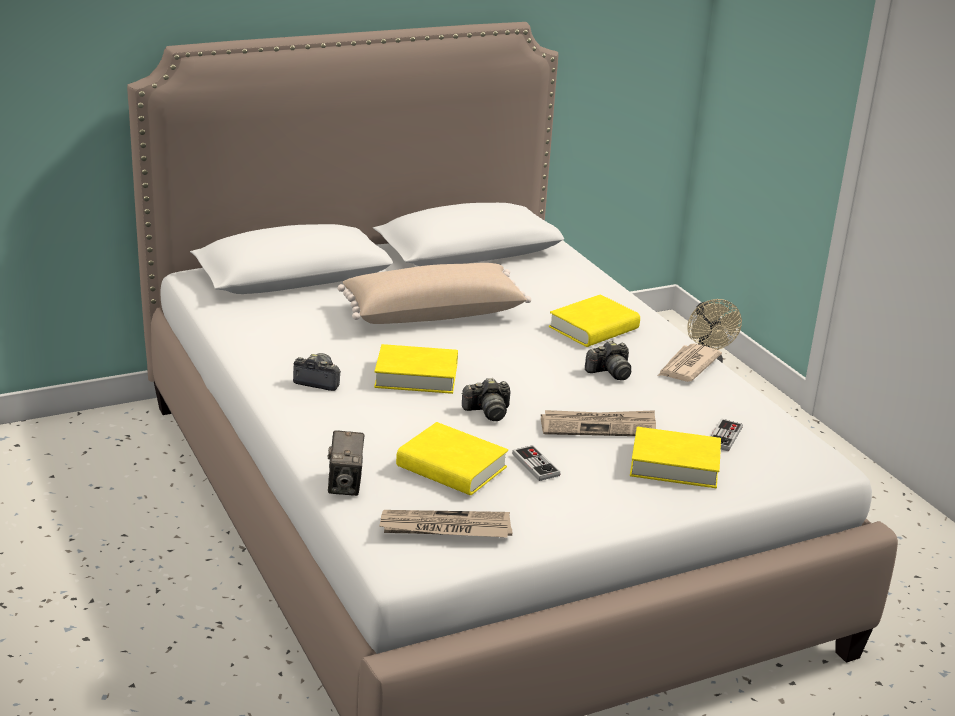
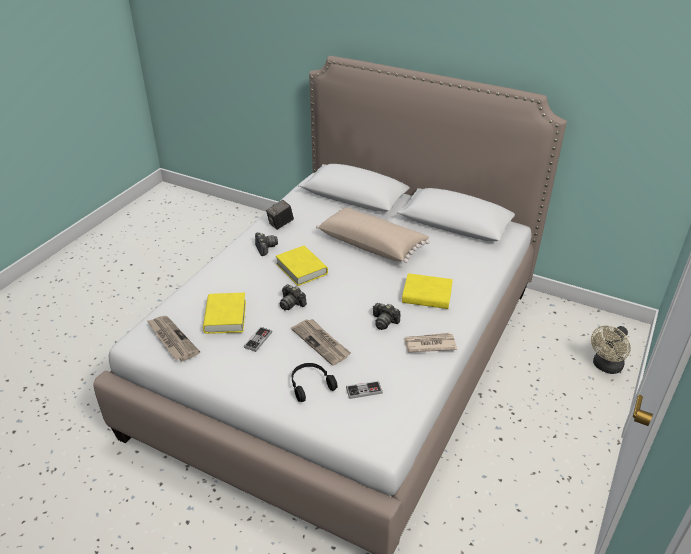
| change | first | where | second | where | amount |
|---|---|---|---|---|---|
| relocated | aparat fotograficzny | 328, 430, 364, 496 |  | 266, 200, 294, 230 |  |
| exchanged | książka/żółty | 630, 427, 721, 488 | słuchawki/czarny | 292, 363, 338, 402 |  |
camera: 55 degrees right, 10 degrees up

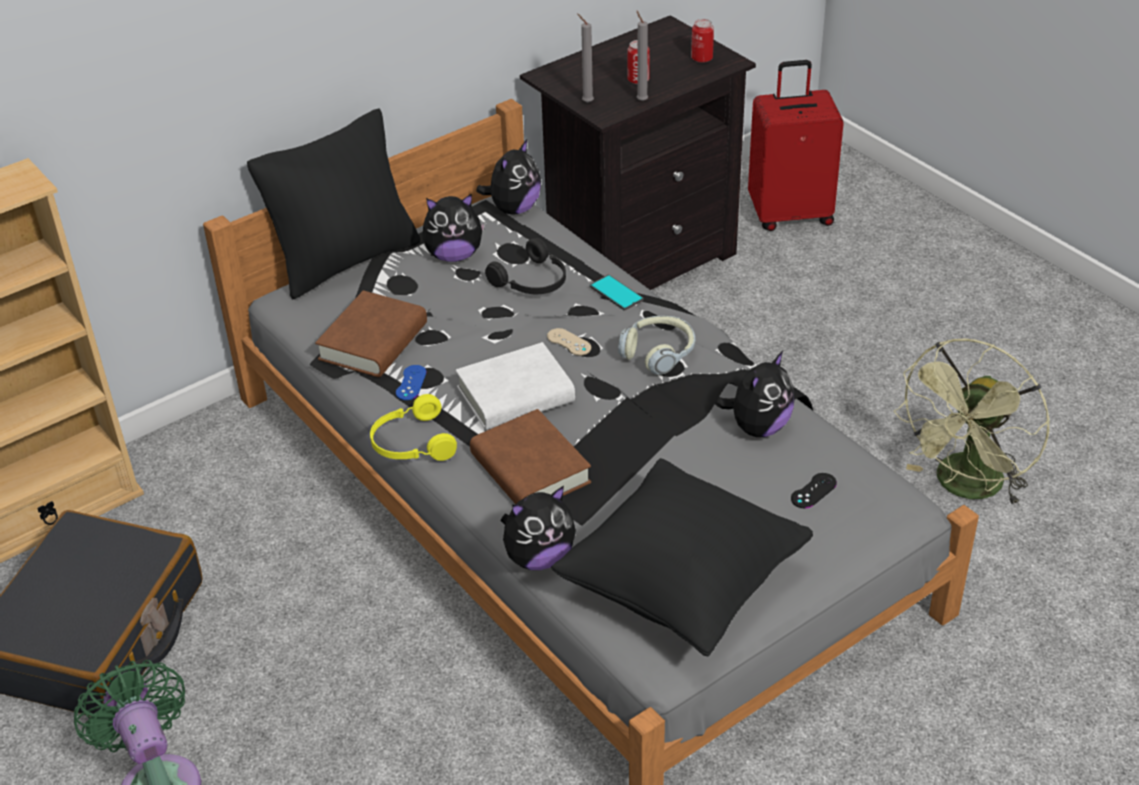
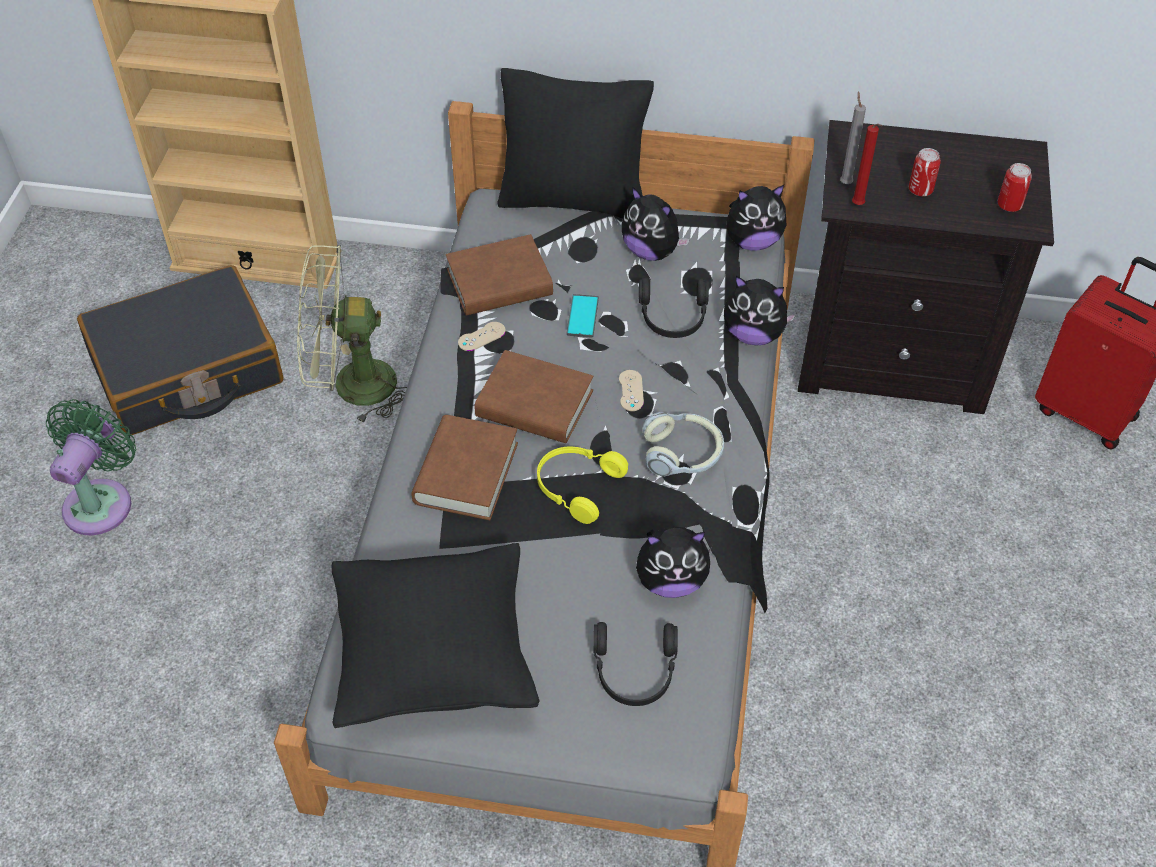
| change | first | where | second | where | amount |
|---|---|---|---|---|---|
| missing | świeca/szary | 636, 10, 648, 102 |  |  |  |
| appeared |  |  | świeca/czerwony | 852, 124, 882, 205 |  |
| relocated | słuchawki/żółty | 370, 394, 457, 461 |  | 537, 447, 628, 524 |  |
| relocated | pluszak | 501, 486, 576, 570 |  | 724, 276, 796, 346 |  |
| relocated | telefon | 590, 274, 643, 311 |  | 567, 294, 599, 338 |  |
| relocated | wentylator/zielony | 894, 339, 1050, 506 |  | 297, 245, 407, 424 |  |
| exchanged | pad do gier/czarny | 791, 473, 837, 508 | słuchawki/czarny | 594, 622, 678, 706 |  |
| colour | pad do gier/niebieski | 396, 365, 427, 400 | pad do gier/beżowy | 458, 322, 506, 351 |  |
| colour | książka/biały | 456, 342, 575, 430 | książka/brązowy | 475, 350, 593, 443 |  |
camera: 45 degrees right, 10 degrees up

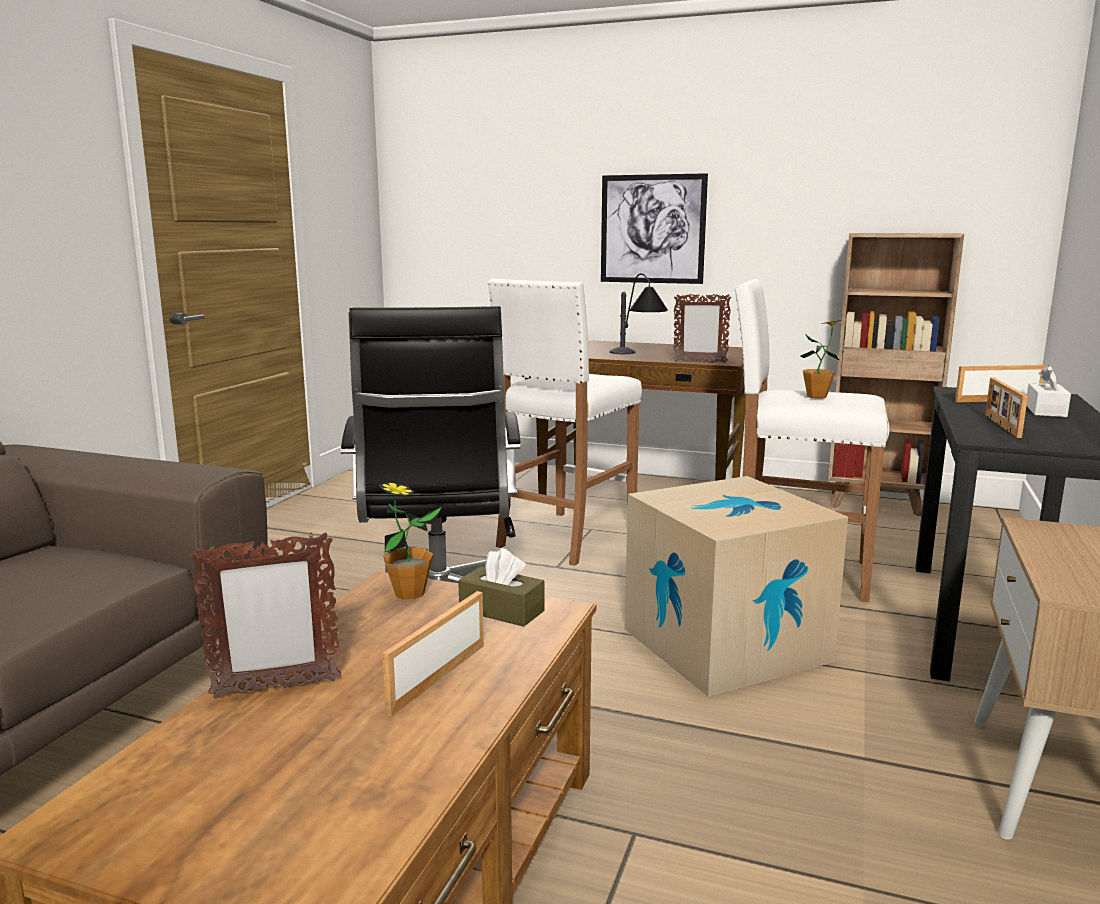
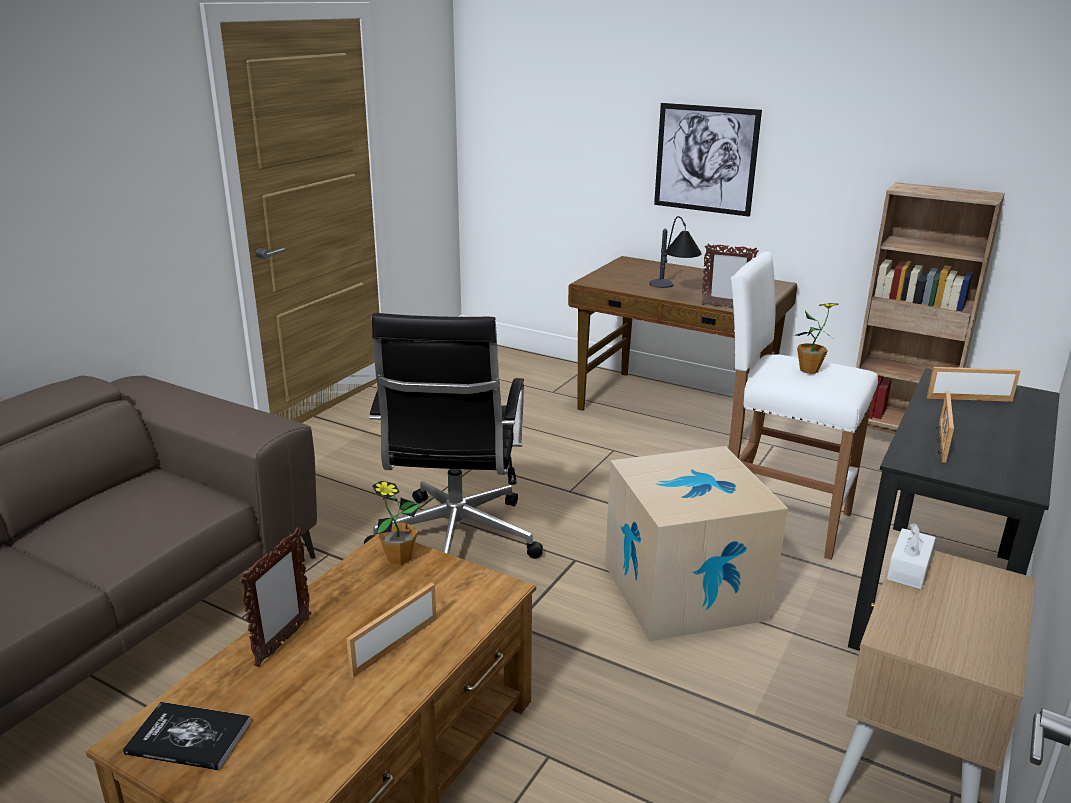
| change | first | where | second | where | amount |
|---|---|---|---|---|---|
| missing | pudełko chusteczek/brązowy | 458, 548, 545, 627 |  |  |  |
| missing | stołek/biały | 488, 278, 642, 566 |  |  |  |
| appeared |  |  | książka | 123, 702, 251, 771 |  |
| relocated | pudełko chusteczek/biały | 1026, 365, 1071, 417 |  | 887, 523, 935, 589 |  |
| spun | ramka na zdjęcie | 189, 533, 341, 698 |  | 239, 527, 311, 667 | 60 degrees counterclockwise |
camera: 10 degrees right, 10 degrees up

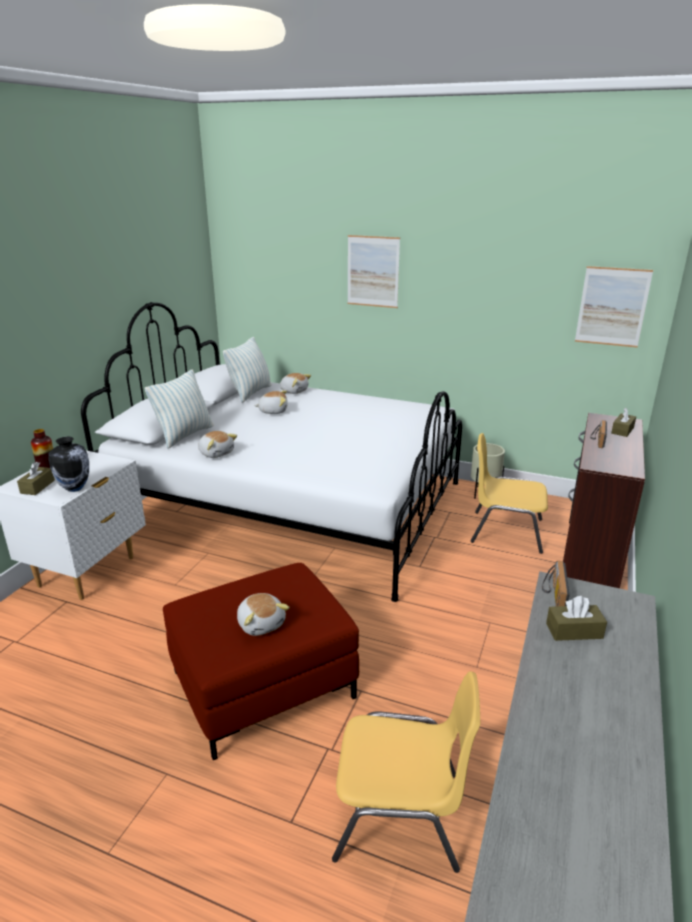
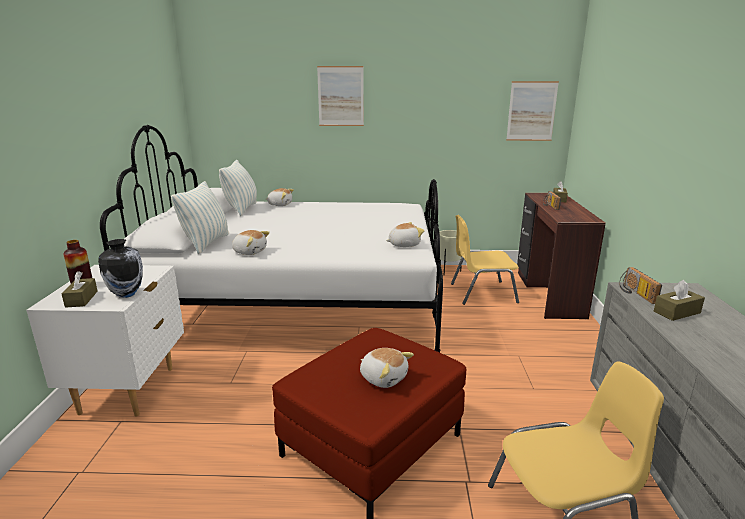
| change | first | where | second | where | amount |
|---|---|---|---|---|---|
| relocated | pluszak | 254, 390, 288, 414 |  | 386, 222, 424, 247 |  |
camera: 20 degrees left, 5 degrees down

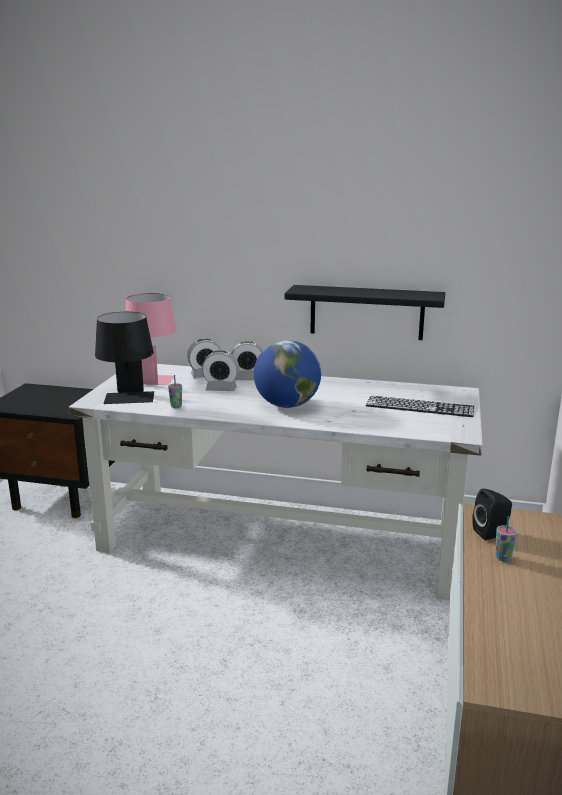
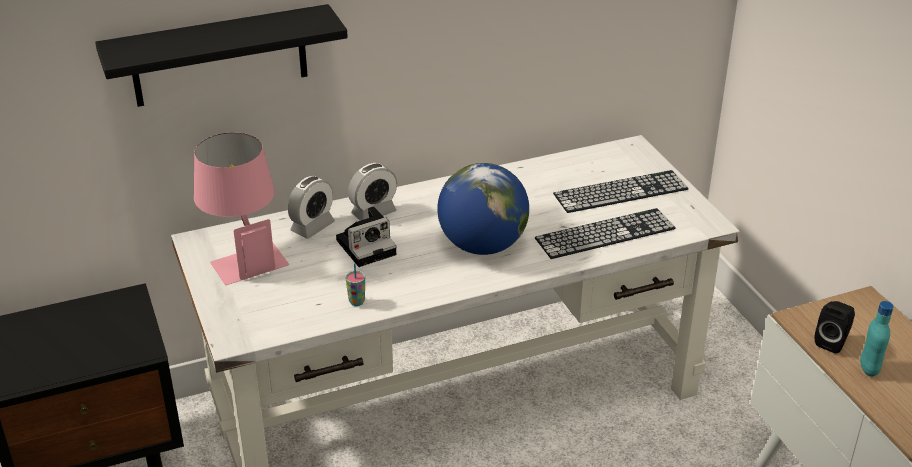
| change | first | where | second | where | amount |
|---|---|---|---|---|---|
| missing | lampa stołowa/czarny | 95, 312, 154, 404 |  |  |  |
| appeared |  |  | klawiatura | 535, 208, 676, 259 |  |
| relocated | półka/czarny | 284, 285, 445, 340 |  | 95, 4, 348, 107 |  |
| exchanged | budzik | 202, 350, 239, 391 | aparat fotograficzny | 336, 206, 396, 267 |  |
| exchanged | filiżanka | 495, 516, 517, 562 | butelka/turkusowy | 860, 301, 893, 377 |  |
camera: 35 degrees left, 15 degrees up

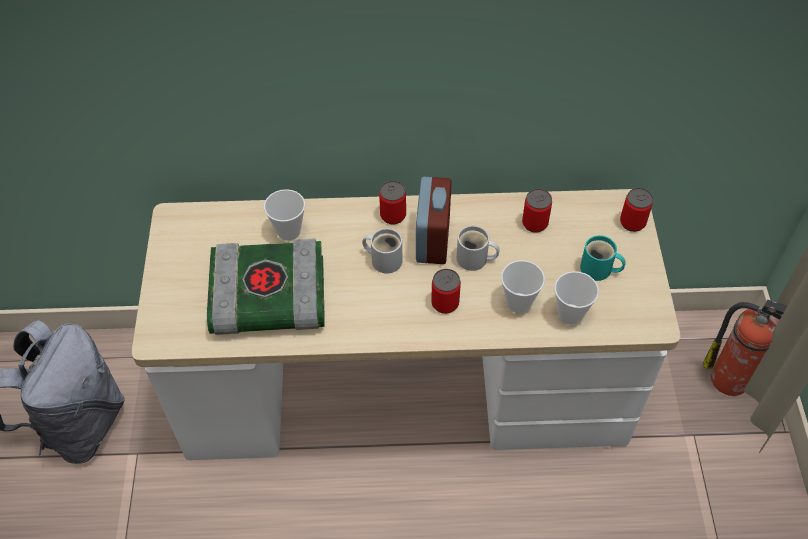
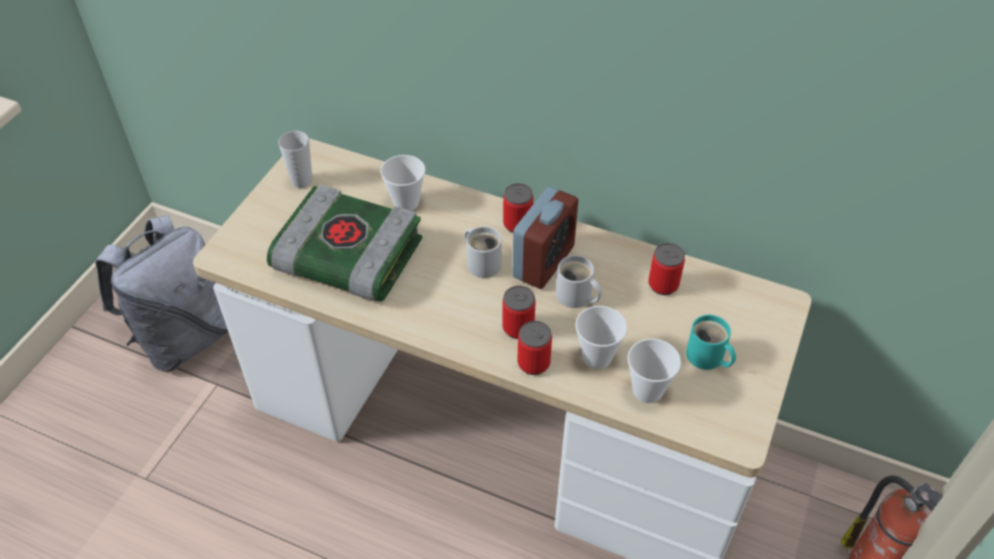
| change | first | where | second | where | amount |
|---|---|---|---|---|---|
| appeared |  |  | filiżanka | 278, 131, 312, 188 |  |
| relocated | puszka | 620, 188, 653, 232 |  | 517, 321, 552, 375 |  |
camera: 25 degrees right, 5 degrees down

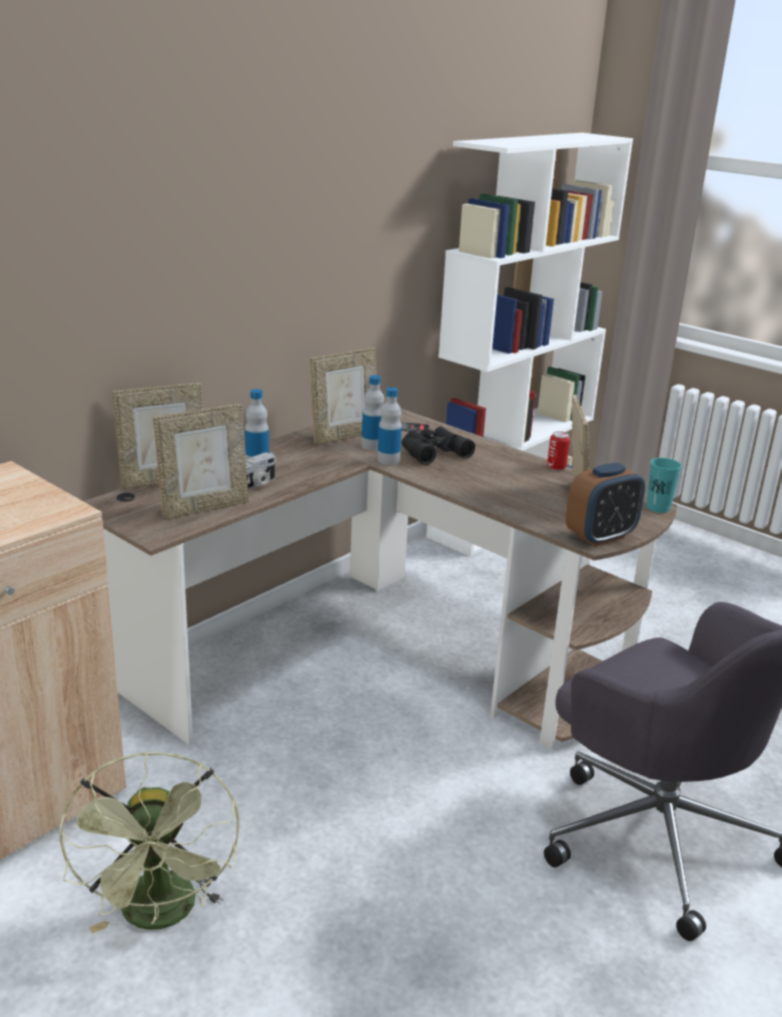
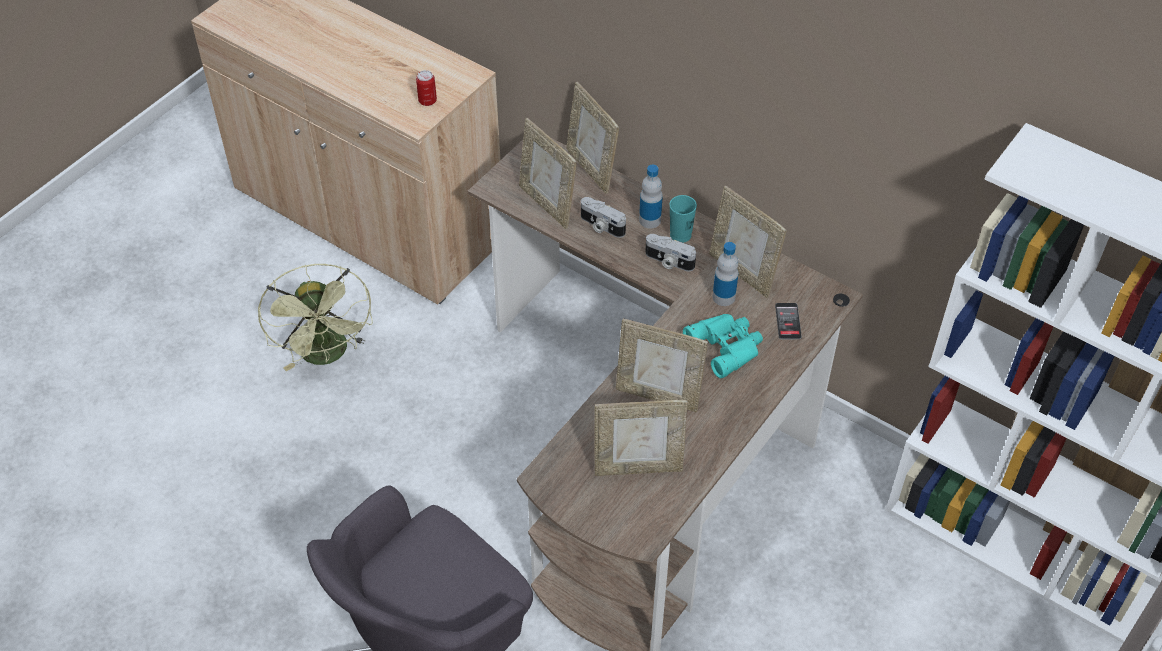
| change | first | where | second | where | amount |
|---|---|---|---|---|---|
| missing | butelka | 377, 387, 402, 465 |  |  |  |
| missing | budzik | 566, 463, 645, 546 |  |  |  |
| appeared |  |  | ramka na zdjęcie | 616, 318, 708, 412 |  |
| appeared |  |  | aparat fotograficzny | 645, 234, 696, 271 |  |
| relocated | puszka | 547, 431, 570, 470 |  | 416, 70, 437, 106 |  |
| relocated | filiżanka/turkusowy | 646, 458, 682, 513 |  | 670, 195, 697, 243 |  |
| colour | lornetka/czarny | 401, 427, 475, 465 | lornetka/turkusowy | 683, 314, 763, 378 |  |
| spun | wentylator/zielony | 59, 751, 240, 933 |  | 258, 264, 373, 371 | 90 degrees counterclockwise |
camera: 85 degrees right, 25 degrees up

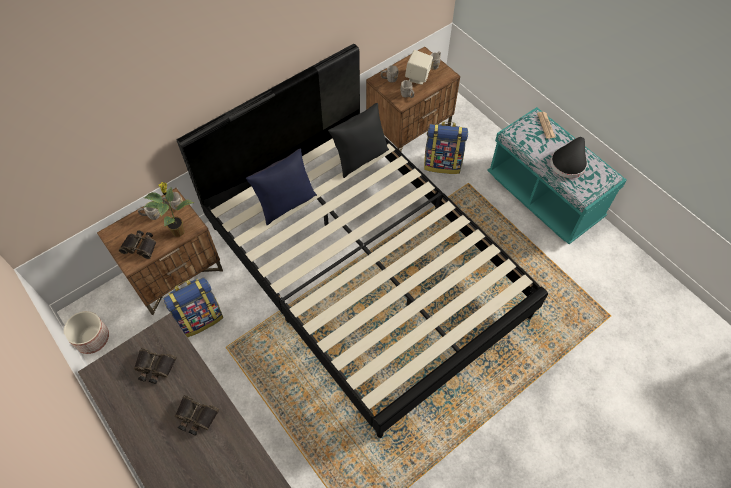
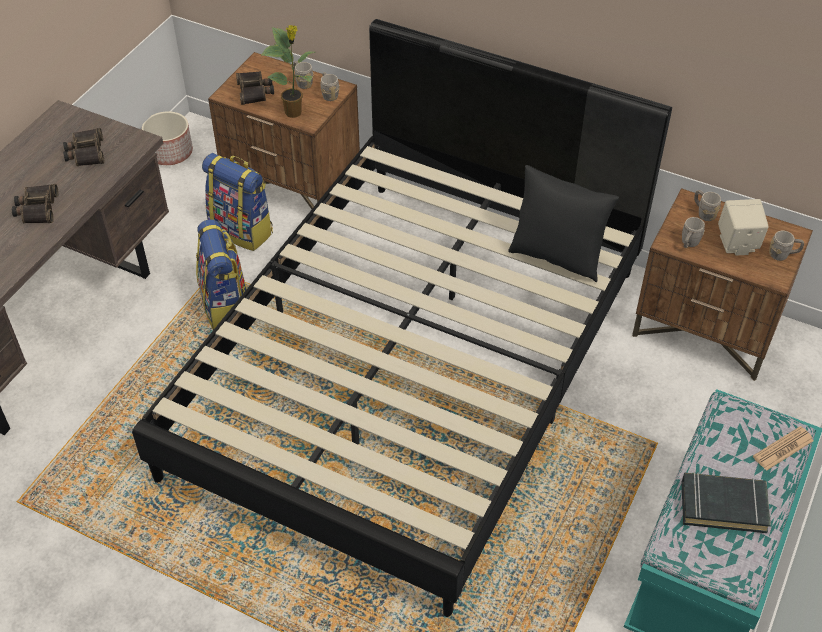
| change | first | where | second | where | amount |
|---|---|---|---|---|---|
| missing | poduszka/niebieski | 246, 148, 317, 225 |  |  |  |
| relocated | plecak | 424, 122, 468, 174 |  | 196, 219, 247, 330 |  |
| exchanged | kapelusz/czarny | 550, 137, 587, 178 | książka/czarny | 681, 472, 771, 533 |  |
camera: 65 degrees right, 10 degrees down

